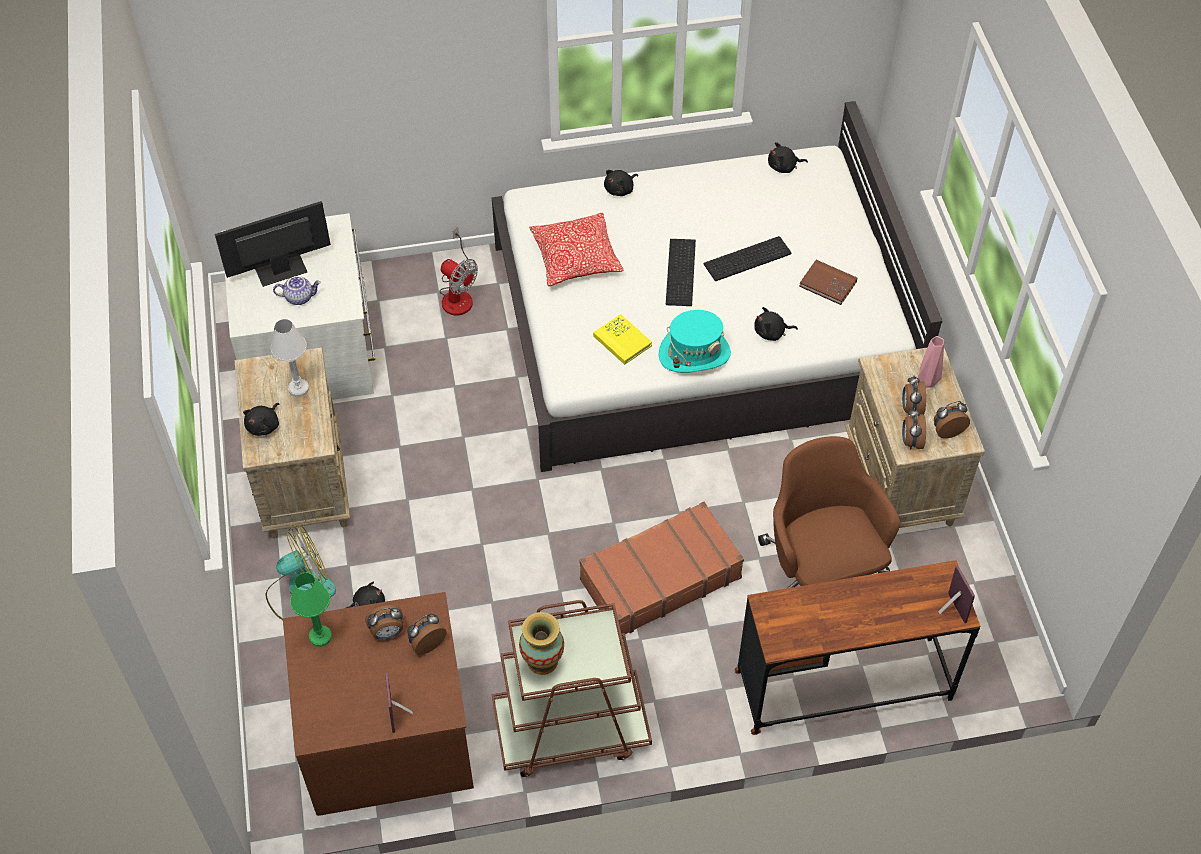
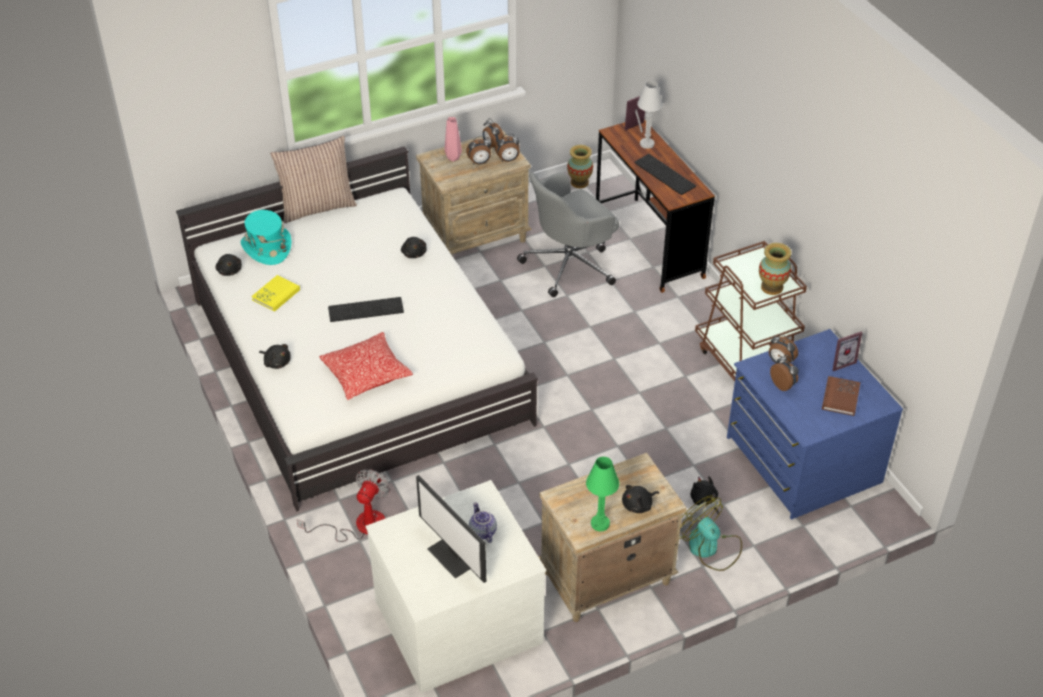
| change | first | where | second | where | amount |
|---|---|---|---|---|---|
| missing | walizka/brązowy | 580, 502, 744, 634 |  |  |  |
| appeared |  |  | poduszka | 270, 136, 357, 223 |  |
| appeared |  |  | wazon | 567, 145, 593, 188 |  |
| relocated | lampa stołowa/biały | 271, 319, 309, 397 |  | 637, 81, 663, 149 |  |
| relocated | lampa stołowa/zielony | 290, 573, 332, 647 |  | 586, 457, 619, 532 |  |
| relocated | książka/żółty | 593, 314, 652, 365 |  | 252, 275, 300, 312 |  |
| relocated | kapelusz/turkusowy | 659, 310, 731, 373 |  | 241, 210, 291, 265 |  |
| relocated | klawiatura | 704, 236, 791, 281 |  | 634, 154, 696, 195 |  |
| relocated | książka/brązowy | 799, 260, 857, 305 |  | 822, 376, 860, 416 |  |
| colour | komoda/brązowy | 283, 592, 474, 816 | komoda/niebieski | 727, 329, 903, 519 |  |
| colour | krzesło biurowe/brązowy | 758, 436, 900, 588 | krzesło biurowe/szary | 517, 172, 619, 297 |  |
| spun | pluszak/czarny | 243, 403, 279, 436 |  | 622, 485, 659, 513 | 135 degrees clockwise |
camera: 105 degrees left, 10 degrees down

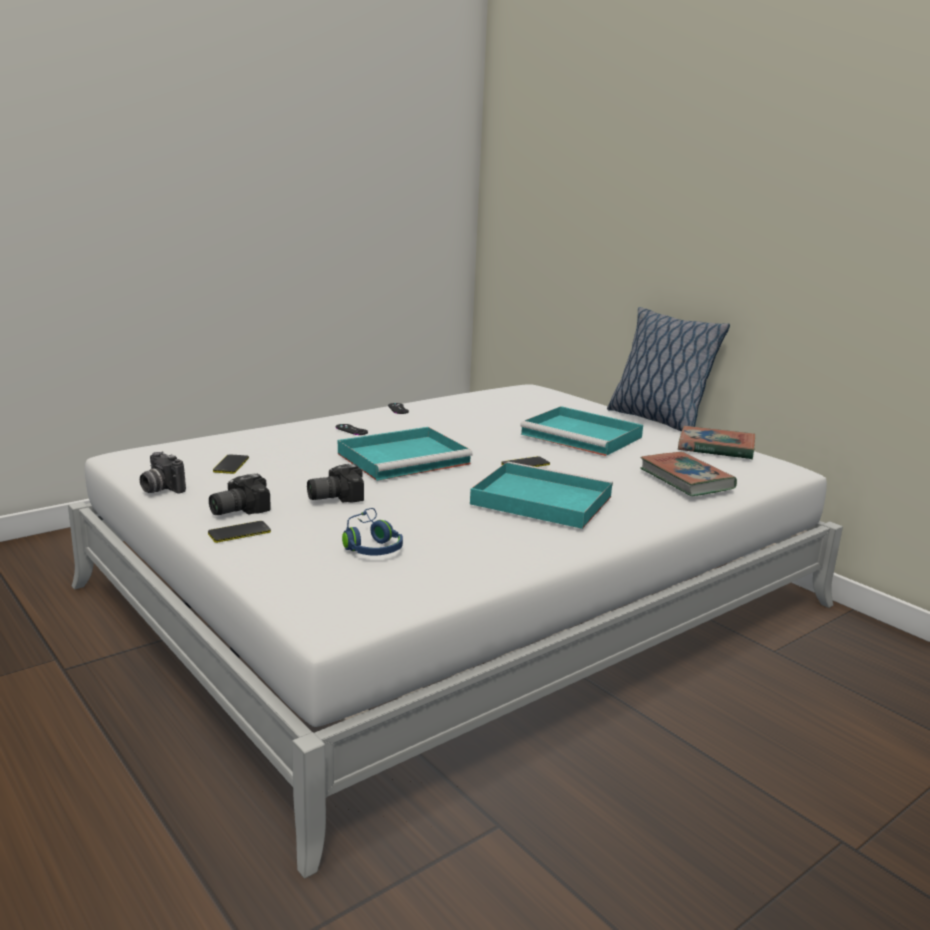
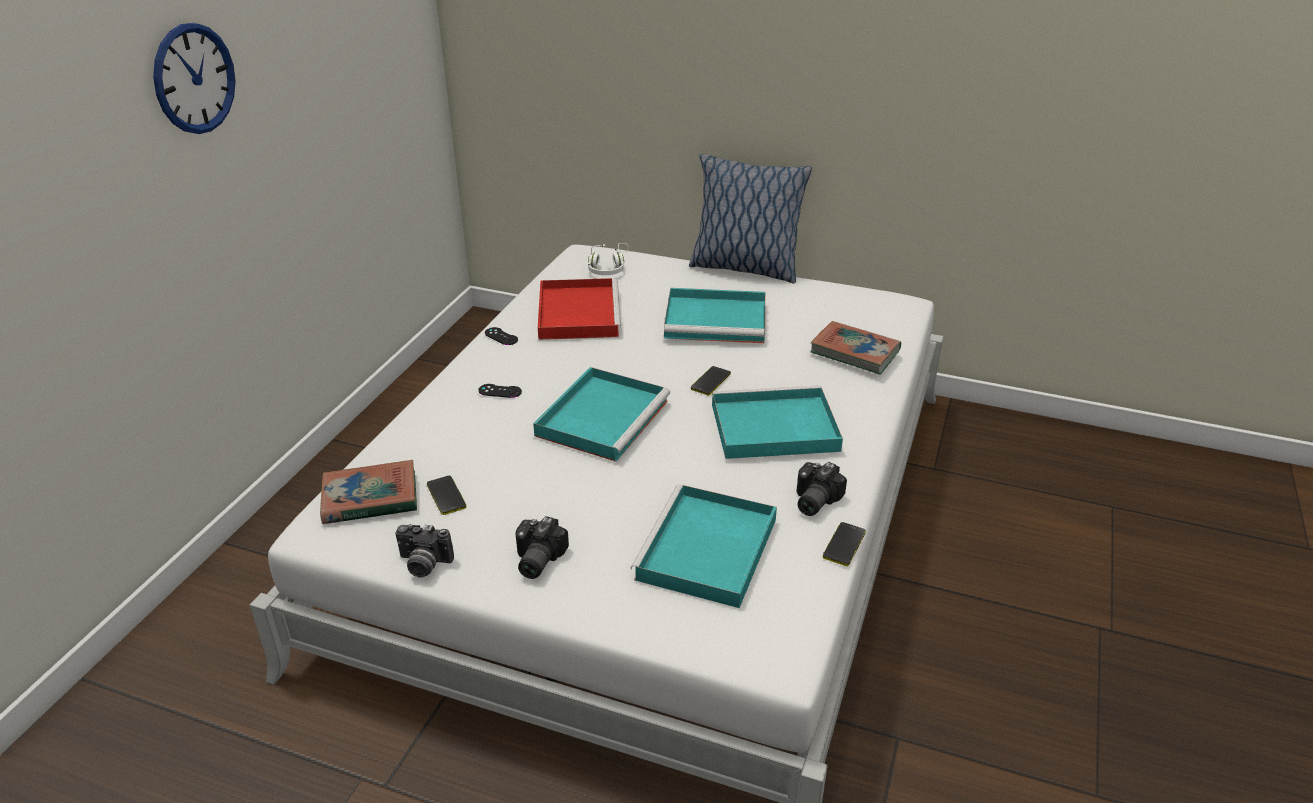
| change | first | where | second | where | amount |
|---|---|---|---|---|---|
| appeared |  |  | zegar ścienny | 153, 23, 236, 134 |  |
| appeared |  |  | taca/czerwony | 538, 278, 621, 340 |  |
| appeared |  |  | słuchawki/biały | 588, 243, 629, 275 |  |
| relocated | telefon | 208, 521, 271, 543 |  | 823, 522, 866, 566 |  |
| relocated | aparat fotograficzny | 307, 464, 364, 503 |  | 797, 462, 847, 516 |  |
| relocated | książka | 678, 426, 755, 460 |  | 320, 460, 417, 524 |  |
| exchanged | słuchawki/niebieski | 342, 508, 403, 556 | taca/turkusowy | 631, 484, 777, 608 |  |
camera: 30 degrees left, 15 degrees up

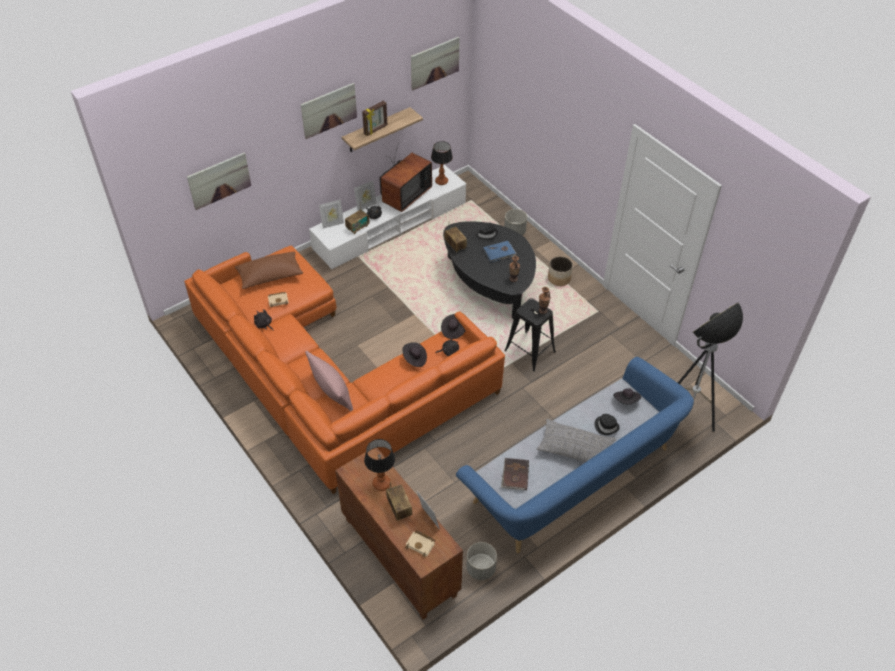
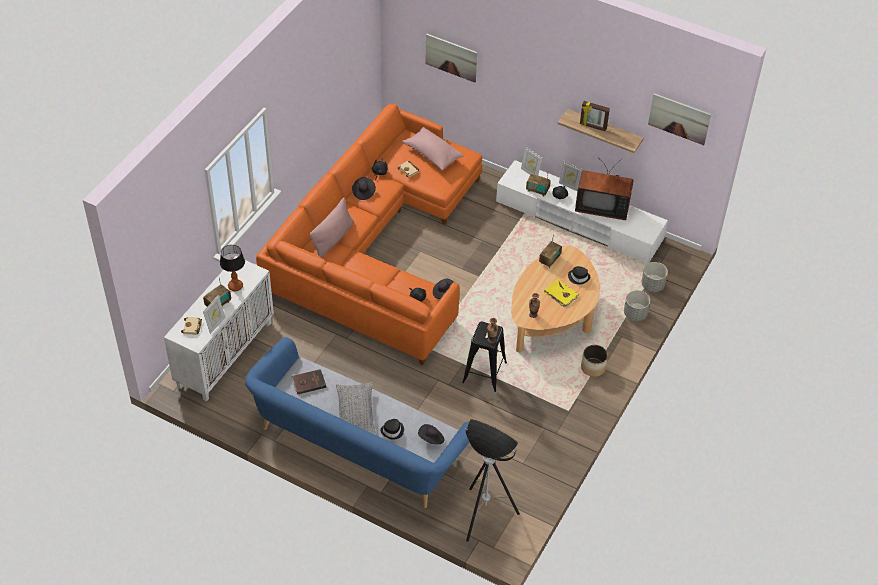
| change | first | where | second | where | amount |
|---|---|---|---|---|---|
| missing | obraz | 301, 83, 357, 139 |  |  |  |
| missing | lampa stołowa | 431, 141, 453, 185 |  |  |  |
| relocated | kapelusz/czarny | 402, 342, 427, 367 |  | 352, 177, 376, 200 |  |
| relocated | donica/szary | 466, 542, 497, 580 |  | 641, 262, 668, 292 |  |
| colour | poduszka/brązowy | 235, 251, 303, 289 | poduszka/różowy | 402, 127, 464, 170 |  |
| colour | szafka/brązowy | 335, 448, 463, 620 | szafka/biały | 164, 256, 274, 402 |  |
| colour | ława/czarny | 443, 221, 536, 319 | ława/beżowy | 511, 246, 600, 353 |  |
| colour | książka/niebieski | 483, 241, 517, 262 | książka/żółty | 544, 279, 579, 308 |  |
camera: 65 degrees right, 0 degrees up

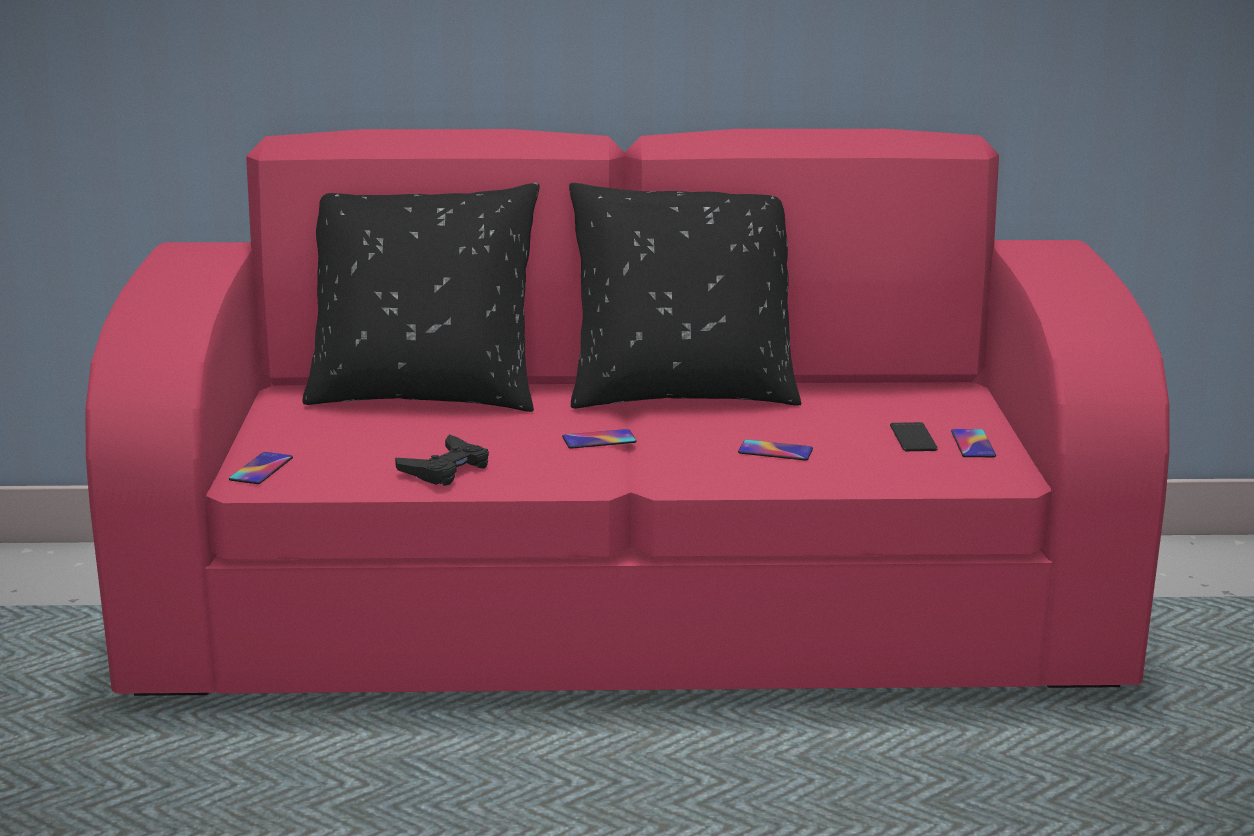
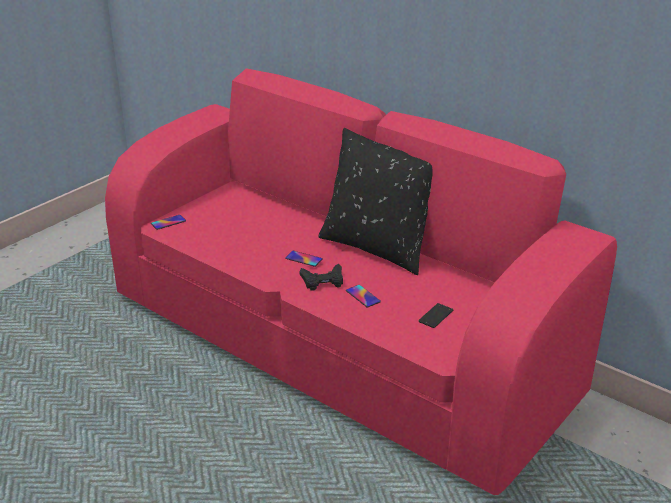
| change | first | where | second | where | amount |
|---|---|---|---|---|---|
| missing | poduszka/czarny | 303, 183, 540, 412 |  |  |  |
| missing | telefon | 951, 429, 996, 457 |  |  |  |
| relocated | pad do gier/czarny | 395, 434, 489, 486 |  | 299, 264, 343, 291 |  |
camera: 40 degrees right, 10 degrees up

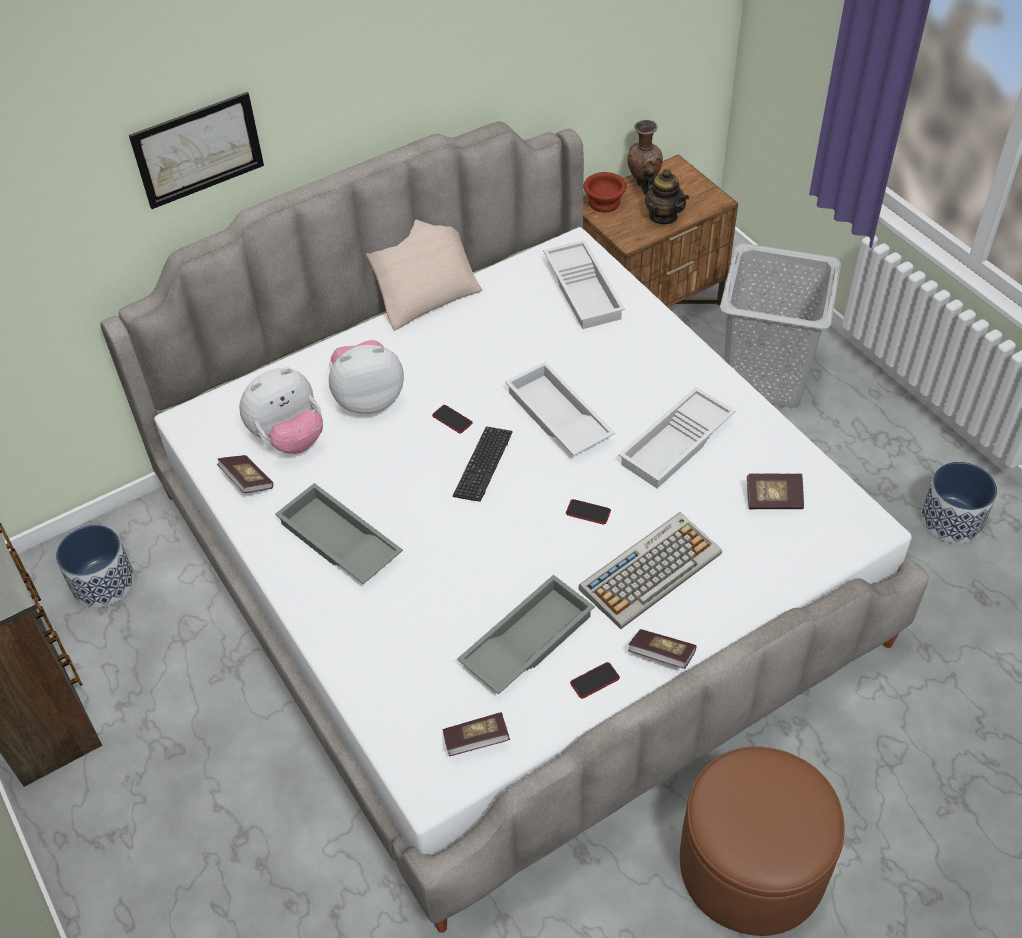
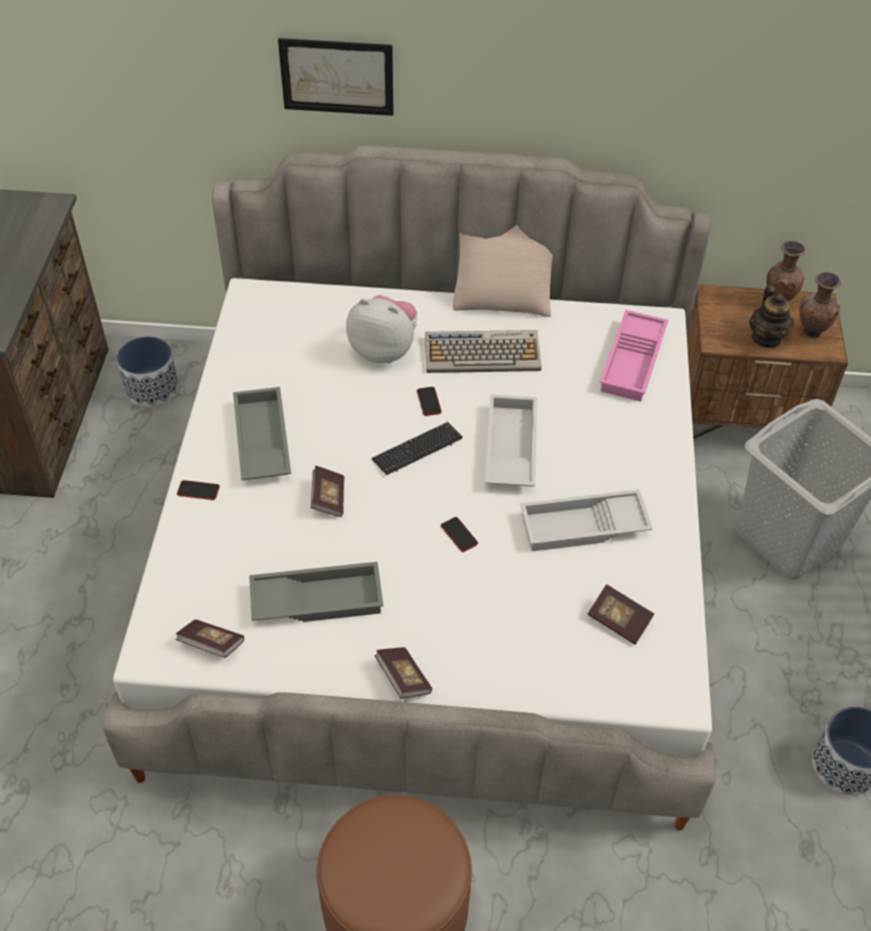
| change | first | where | second | where | amount |
|---|---|---|---|---|---|
| missing | pluszak | 239, 367, 323, 454 |  |  |  |
| missing | miska/brązowy | 583, 172, 627, 212 |  |  |  |
| appeared |  |  | wazon/brązowy | 799, 272, 841, 338 |  |
| relocated | książka | 217, 455, 273, 493 |  | 311, 465, 344, 517 |  |
| relocated | telefon | 570, 662, 620, 699 |  | 177, 480, 220, 500 |  |
| relocated | klawiatura | 578, 512, 722, 629 |  | 425, 330, 541, 373 |  |
| colour | taca/biały | 543, 240, 625, 329 | taca/różowy | 599, 310, 669, 402 |  |
camera: 35 degrees right, 0 degrees up

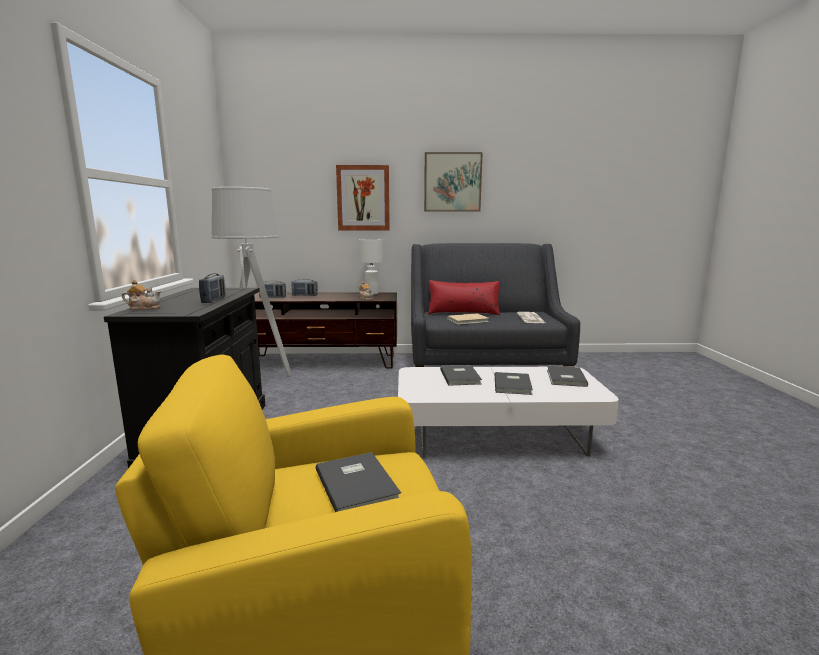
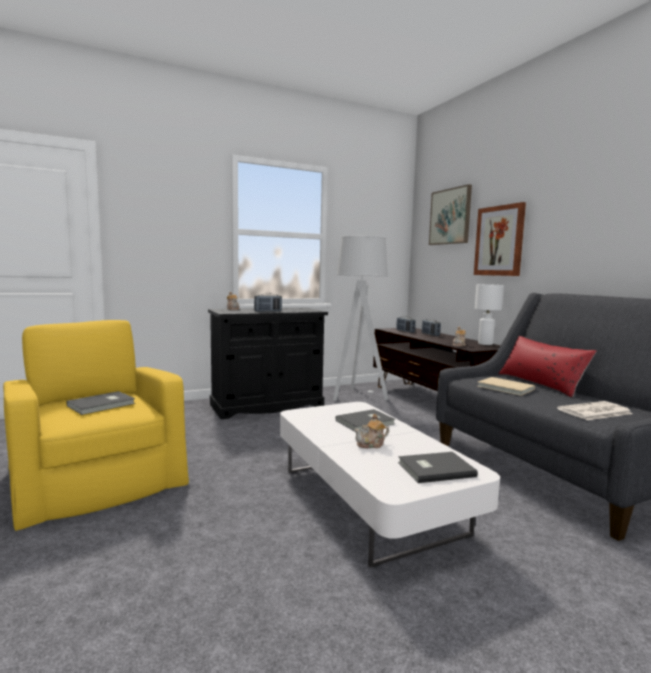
| change | first | where | second | where | amount |
|---|---|---|---|---|---|
| relocated | obraz | 424, 152, 483, 212 |  | 429, 184, 472, 245 |  |
| exchanged | książka/szary | 495, 372, 533, 395 | imbryk | 354, 414, 389, 448 |  |
camera: 65 degrees right, 5 degrees down

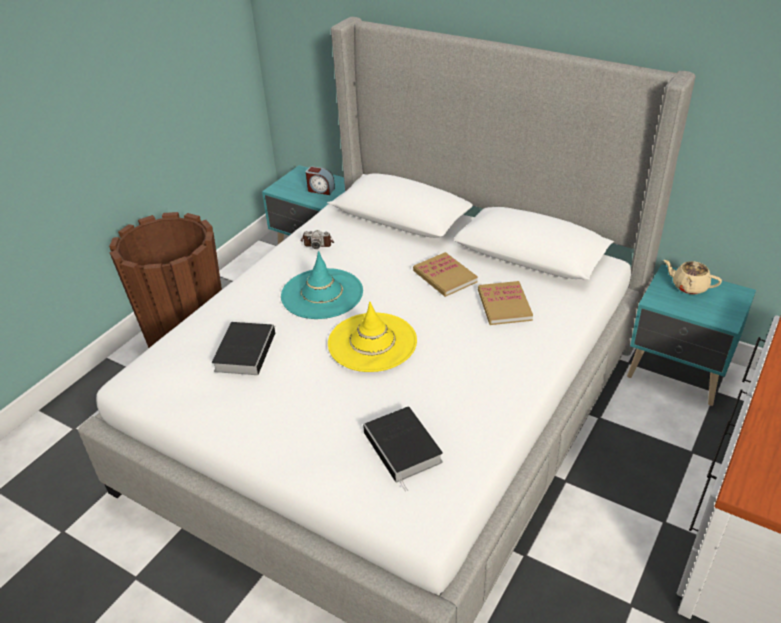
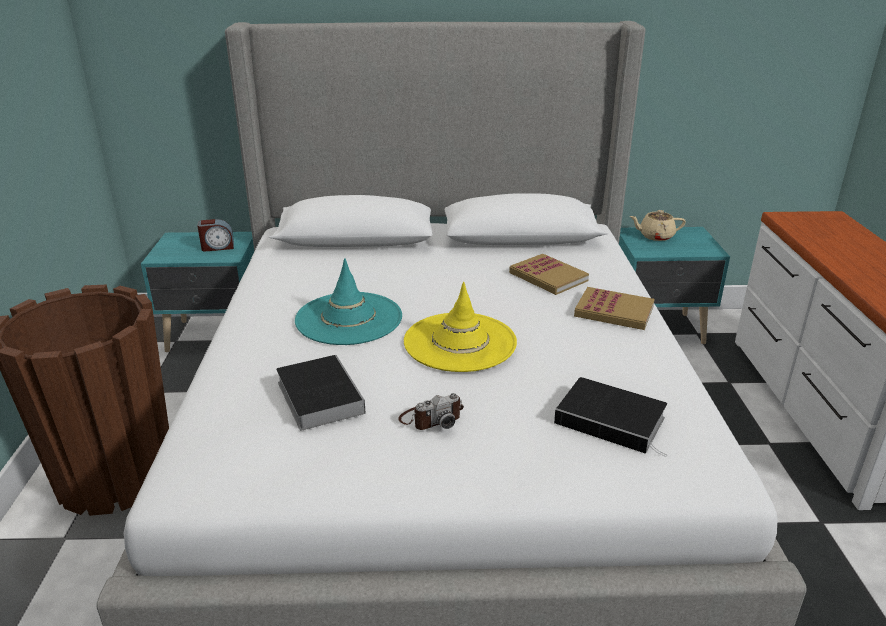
| change | first | where | second | where | amount |
|---|---|---|---|---|---|
| relocated | aparat fotograficzny | 300, 230, 334, 249 |  | 398, 393, 464, 430 |  |
| relocated | książka | 413, 252, 478, 297 |  | 574, 287, 655, 330 |  |
camera: 35 degrees left, 10 degrees down

